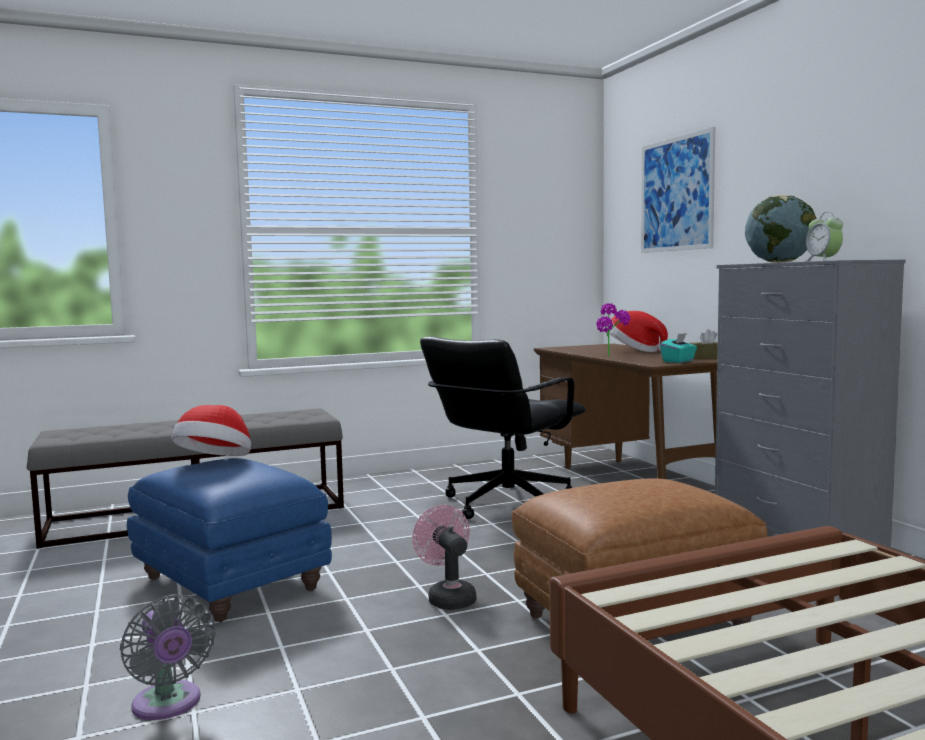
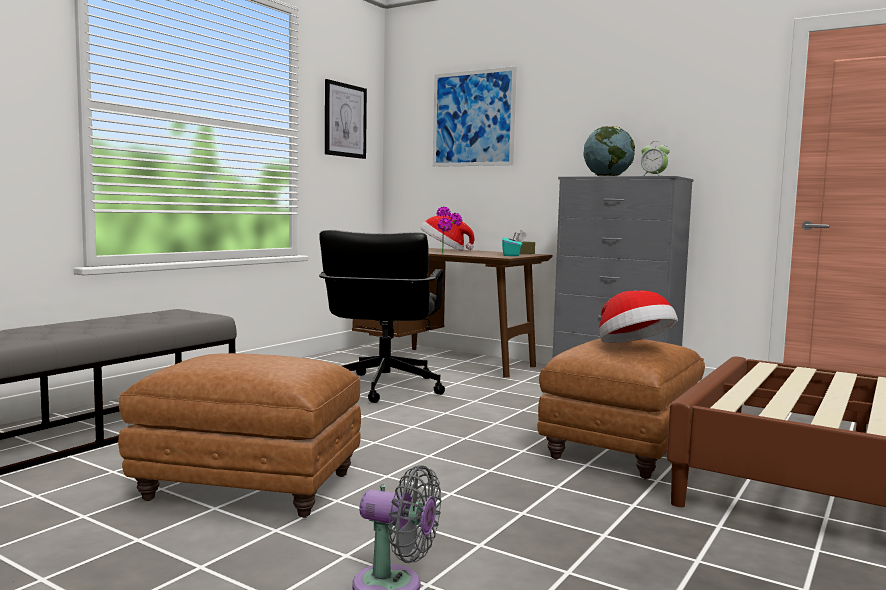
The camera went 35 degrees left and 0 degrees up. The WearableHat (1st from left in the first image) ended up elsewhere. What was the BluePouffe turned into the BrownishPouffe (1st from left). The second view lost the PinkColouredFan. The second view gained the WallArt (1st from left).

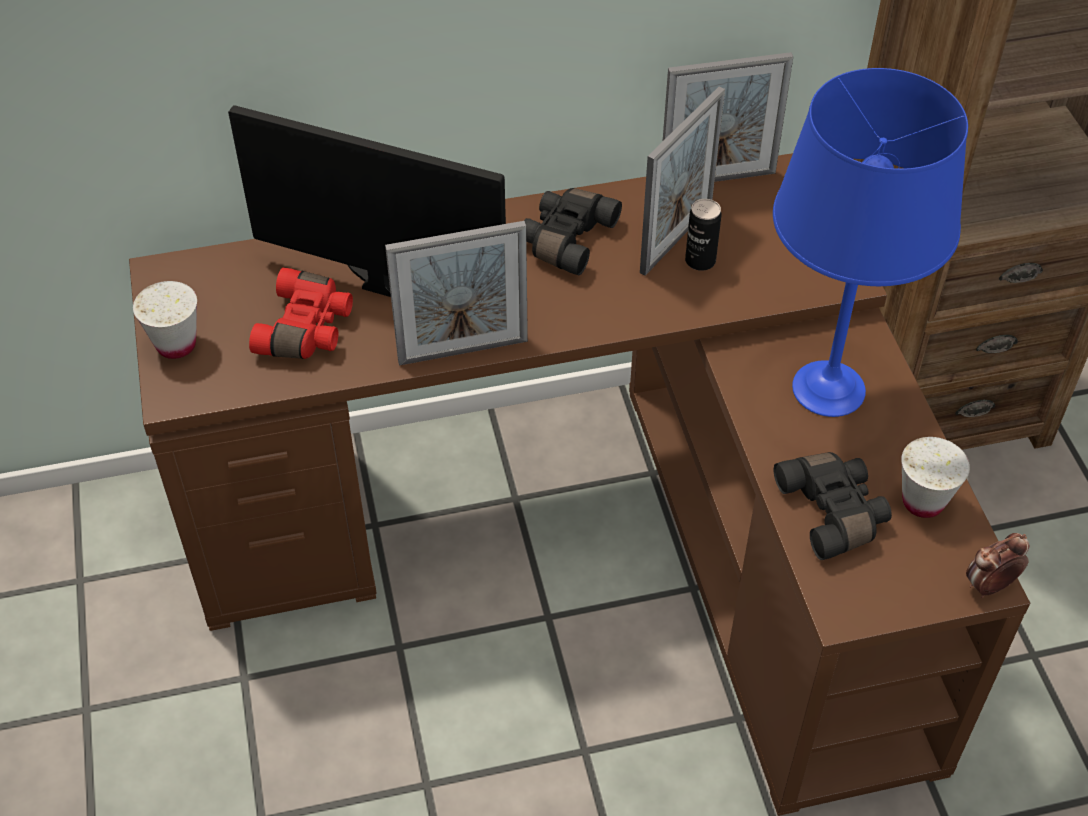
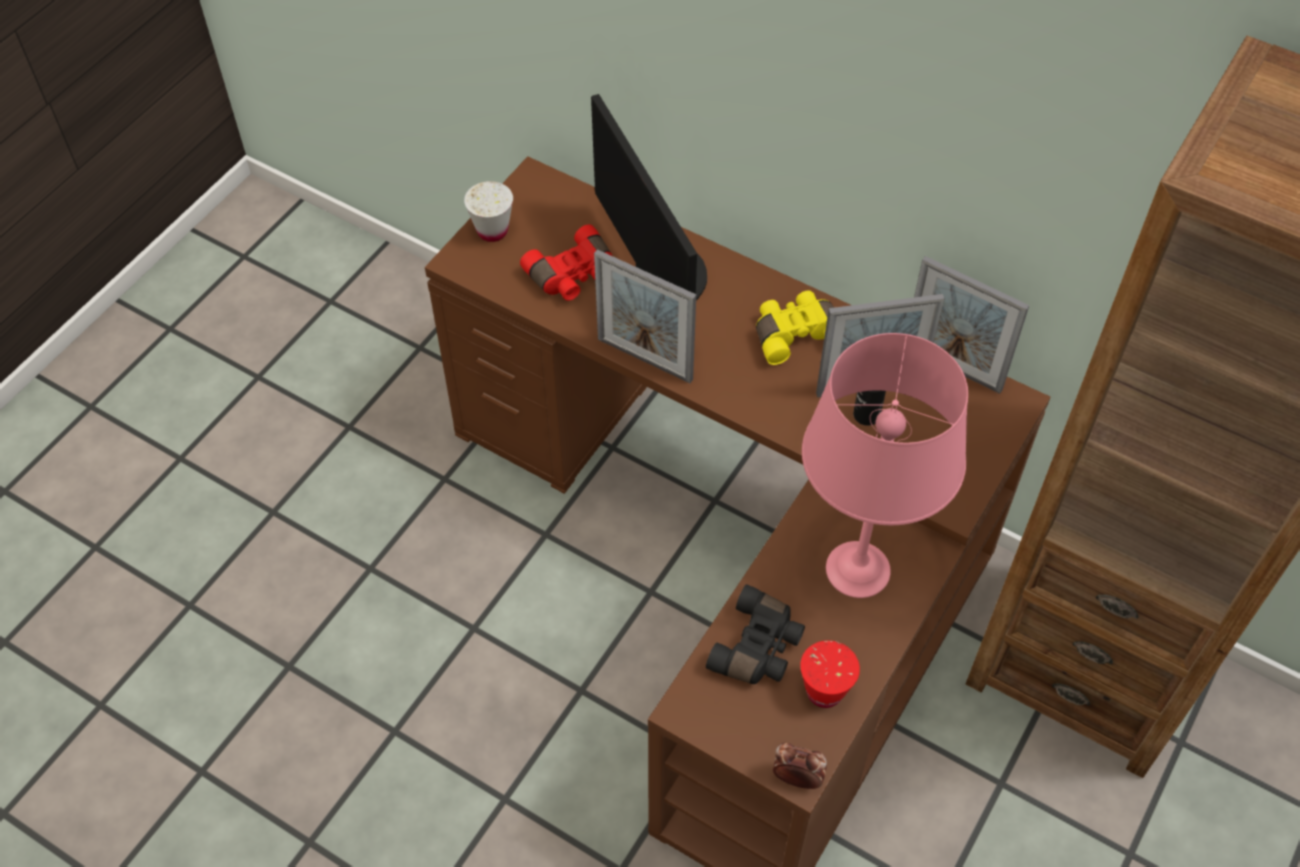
The camera went 45 degrees right and 5 degrees up. What was the BlueLampForATable turned into the PinkColouredLampForATable. What was the BlackishPairOfBinoculars (1st from left) turned into the YellowColouredPairOfBinoculars. What was the WhitishSmallCup (2nd from left) turned into the RedColouredSmallCup.

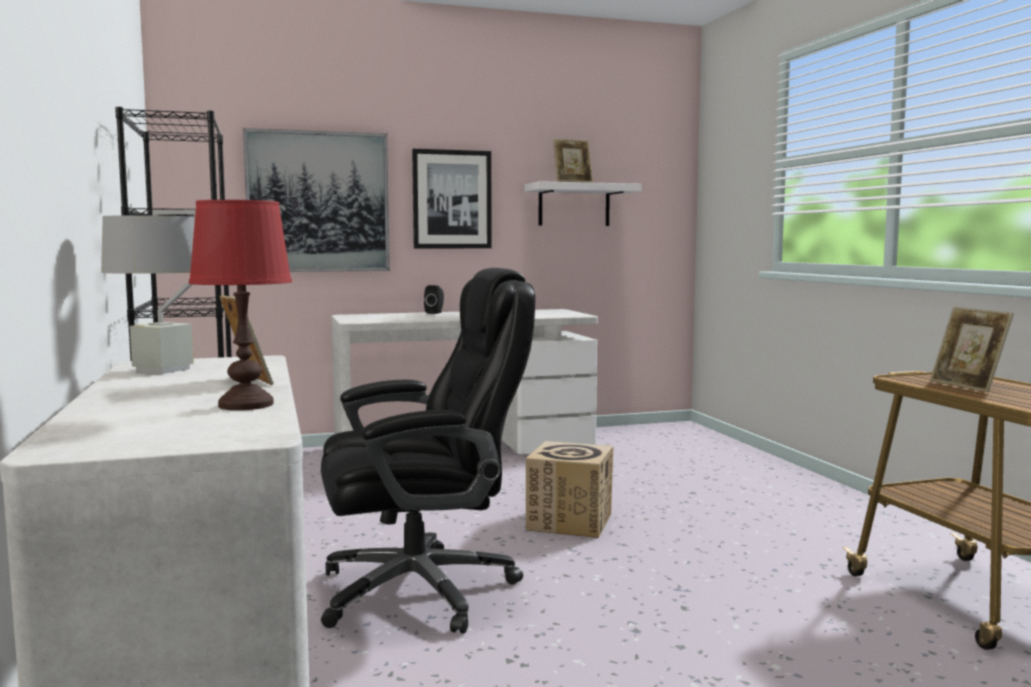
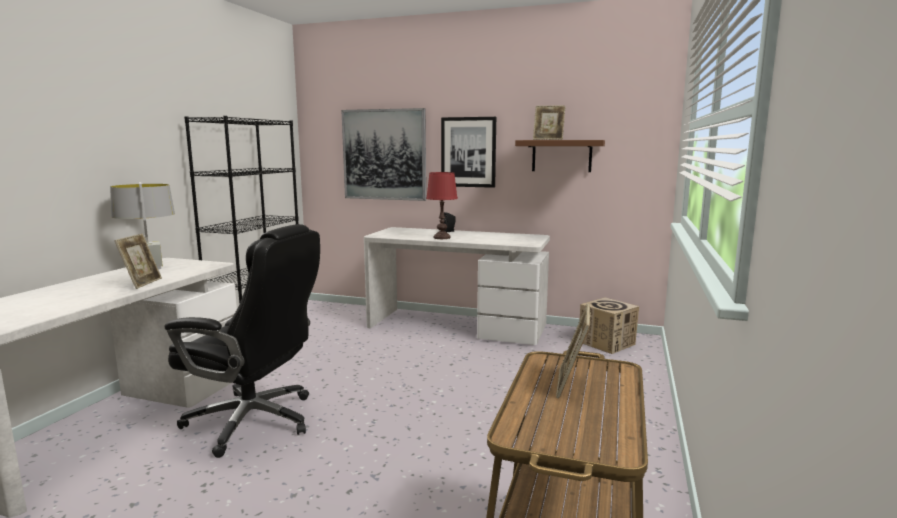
The camera went 35 degrees right and 5 degrees up. What was the WhitishShelf turned into the BrownishShelf. The RedColouredLampForATable ended up elsewhere. The PackingBox ended up elsewhere.

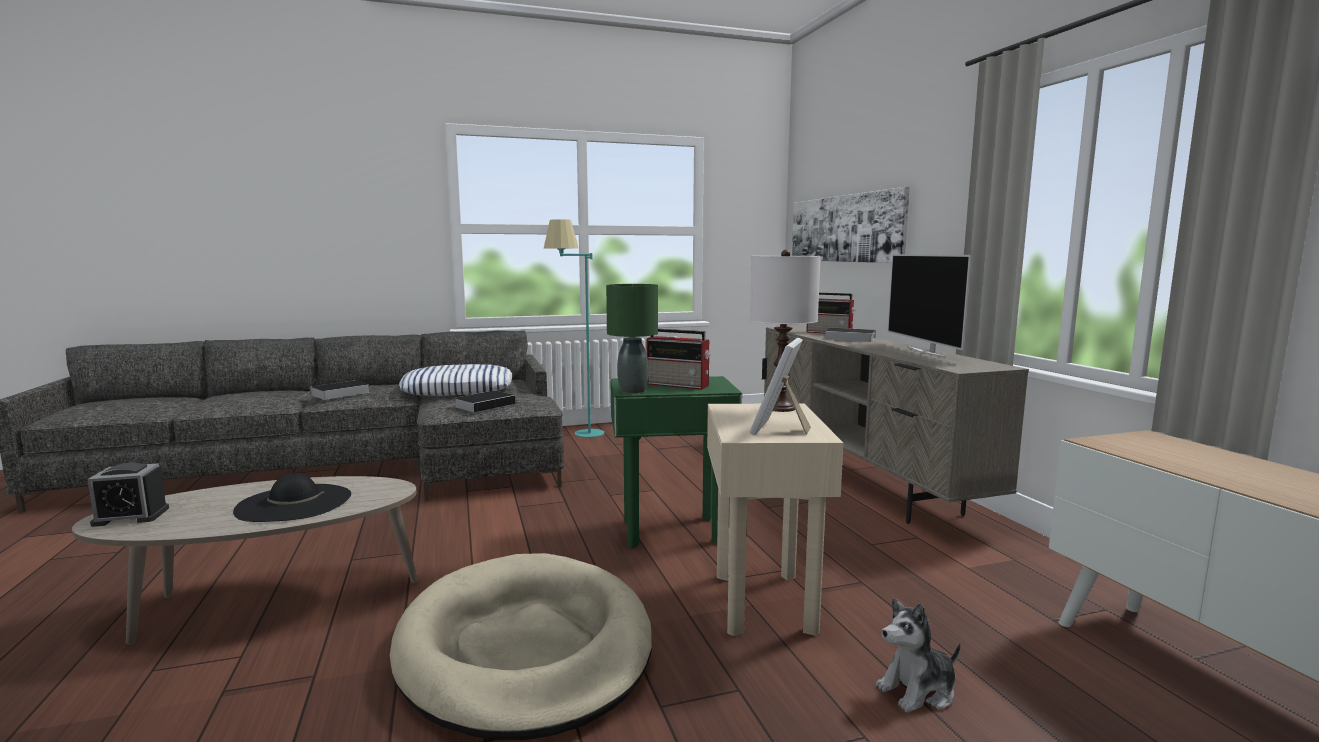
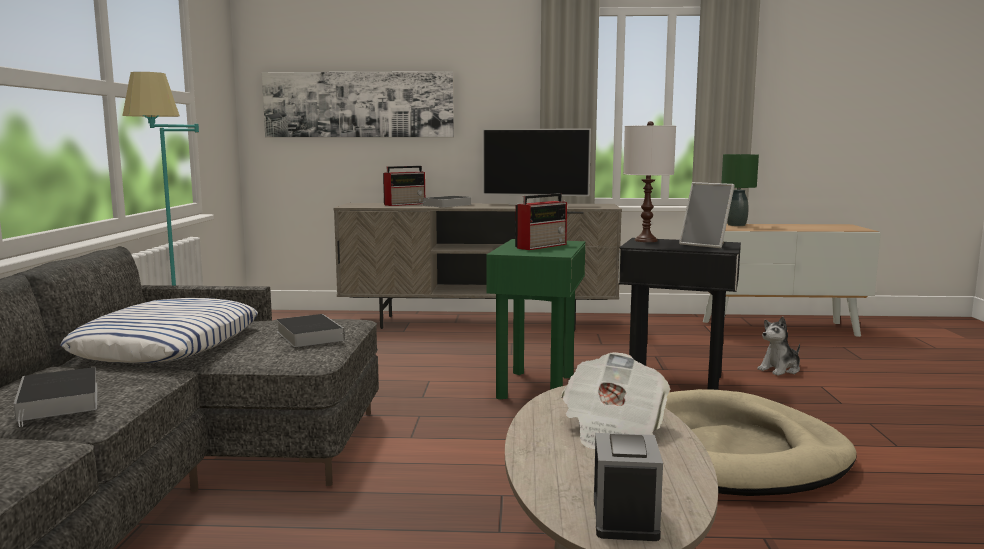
The camera went 70 degrees left and 0 degrees up. The GreenLampForATable ended up elsewhere. What was the SandColouredAccentTable turned into the BlackishAccentTable. Where the BlackishWearableHat stood, the PrintedPaper came to stand. The PlushToy ended up facing another way, 60 degrees clockwise from before.

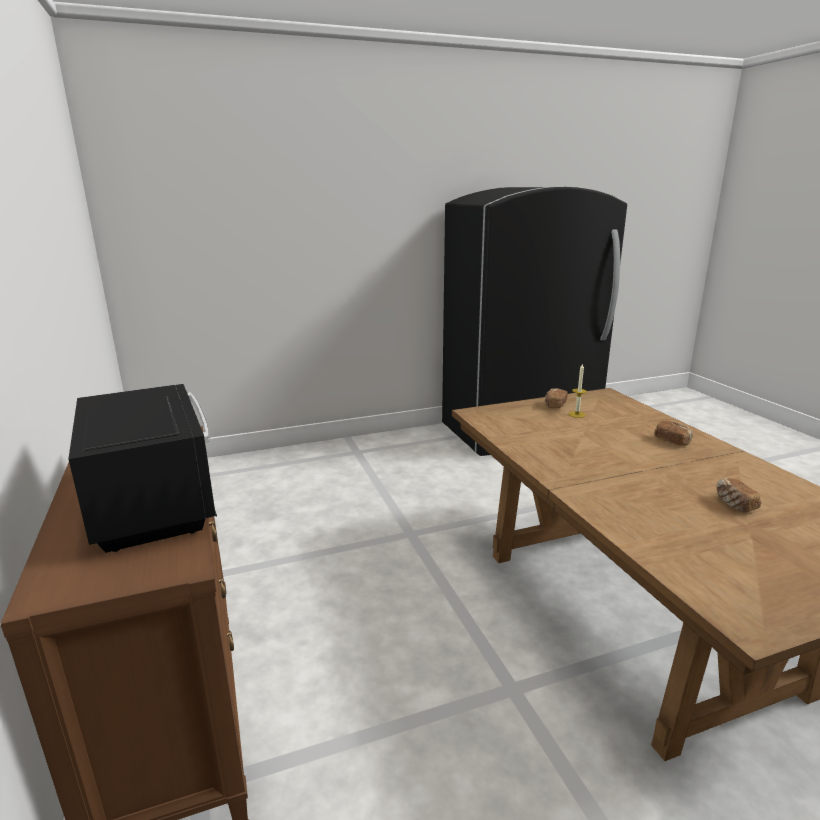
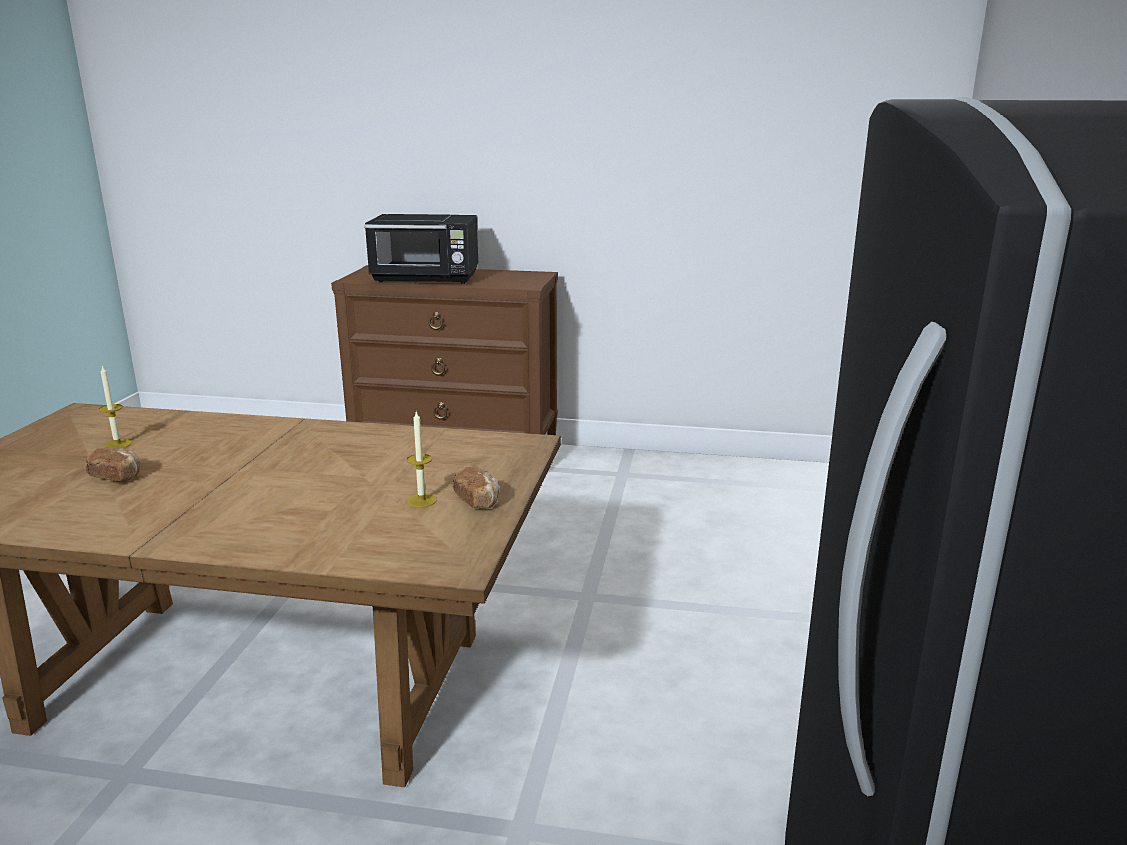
The camera went 120 degrees right and 0 degrees up. The second view lost the BakedBread (2nd from left). The second view gained the WaxLight (1st from left).

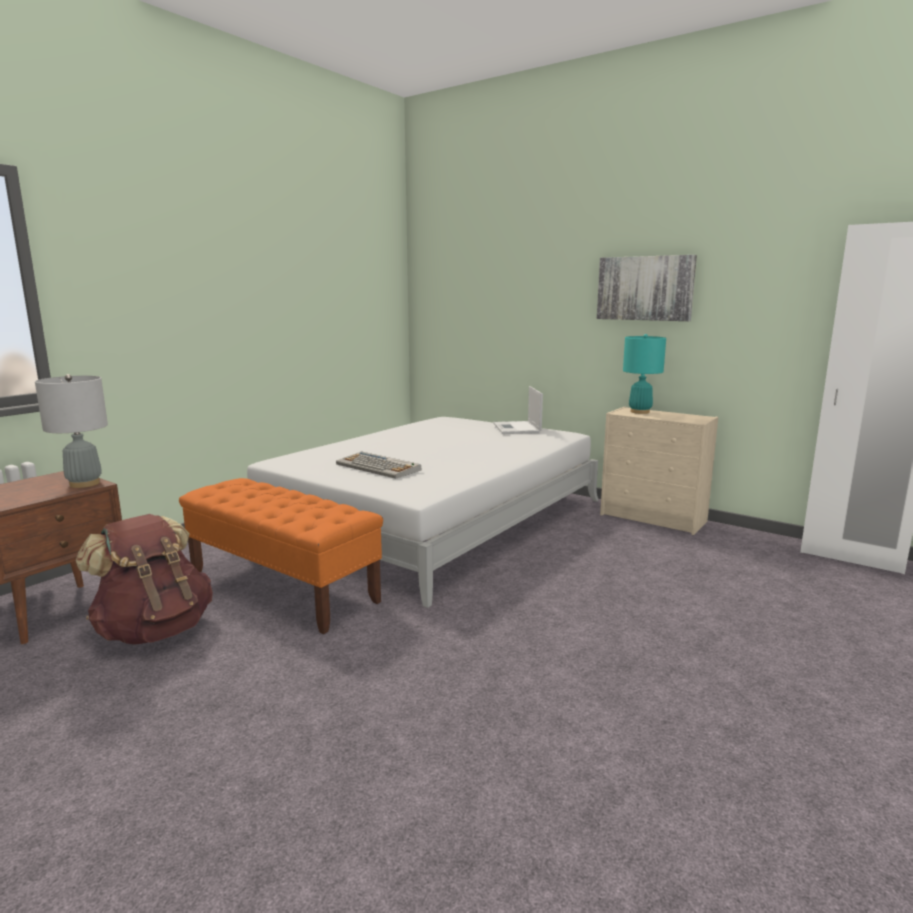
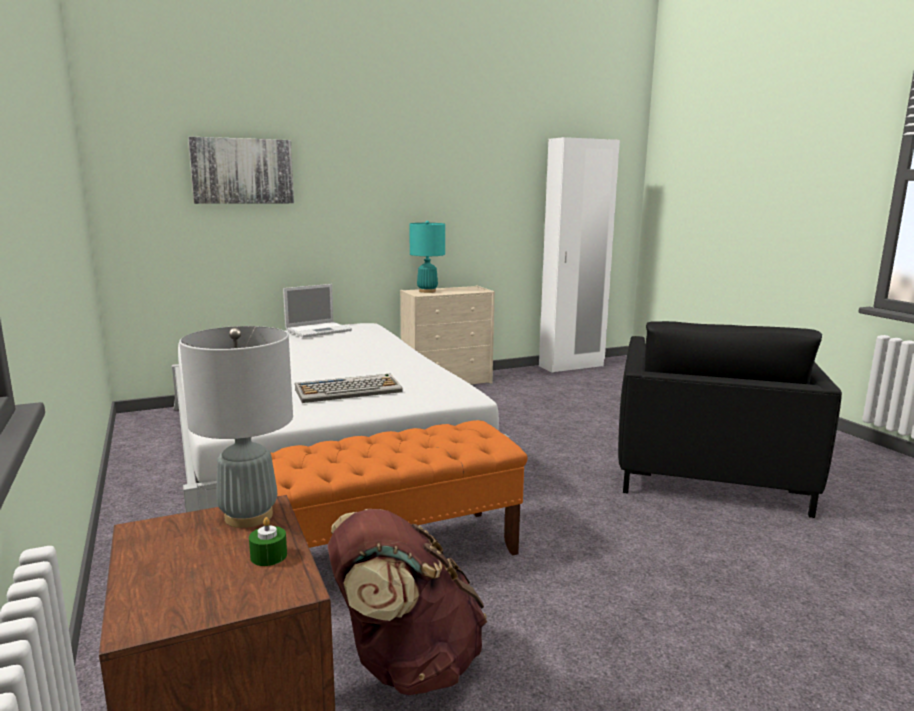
The camera went 60 degrees left and 0 degrees up. The WallArt ended up elsewhere. The NotebookComputer ended up facing another way, 60 degrees counterclockwise from before. The second view gained the BlackishEasyChair. The second view gained the GreenWaxLight.

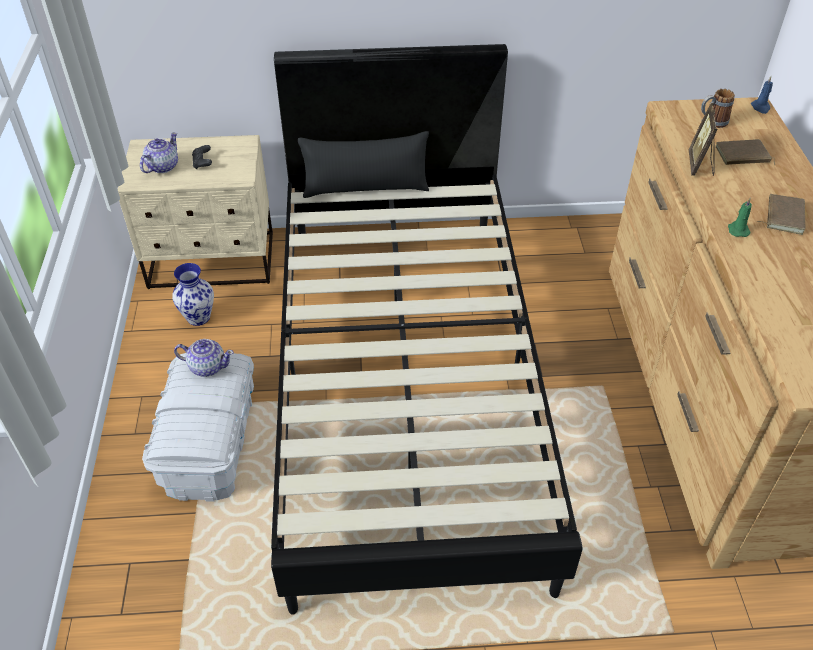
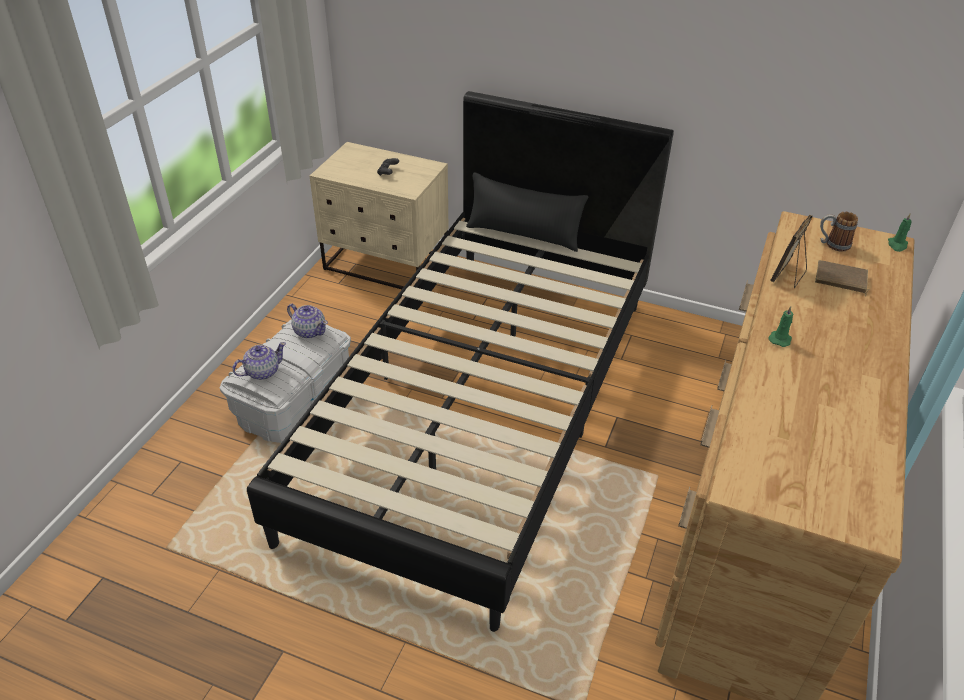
The camera went 25 degrees right and 5 degrees down. What was the BlueWaxLight turned into the GreenWaxLight (2nd from left). The TeaPot (1st from left) ended up elsewhere. The second view lost the BrownishBook (2nd from left). The second view lost the DecorativeVase.

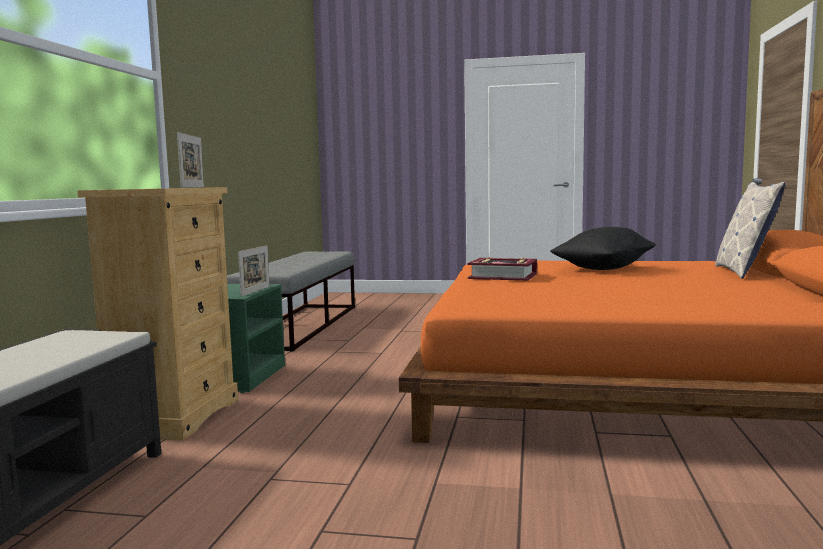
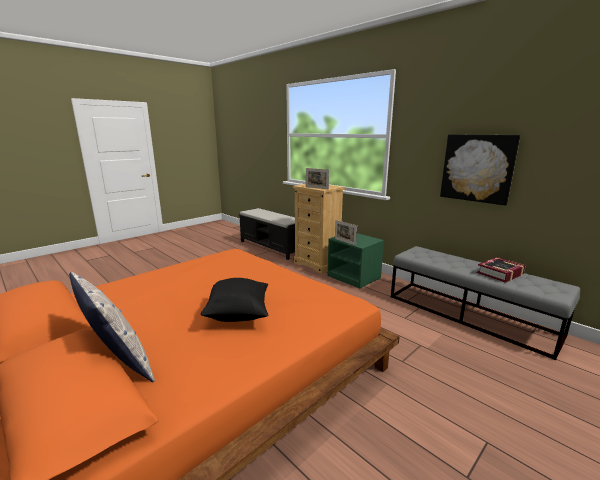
The camera went 125 degrees right and 10 degrees up. The Book ended up elsewhere. The second view gained the WallArt.

